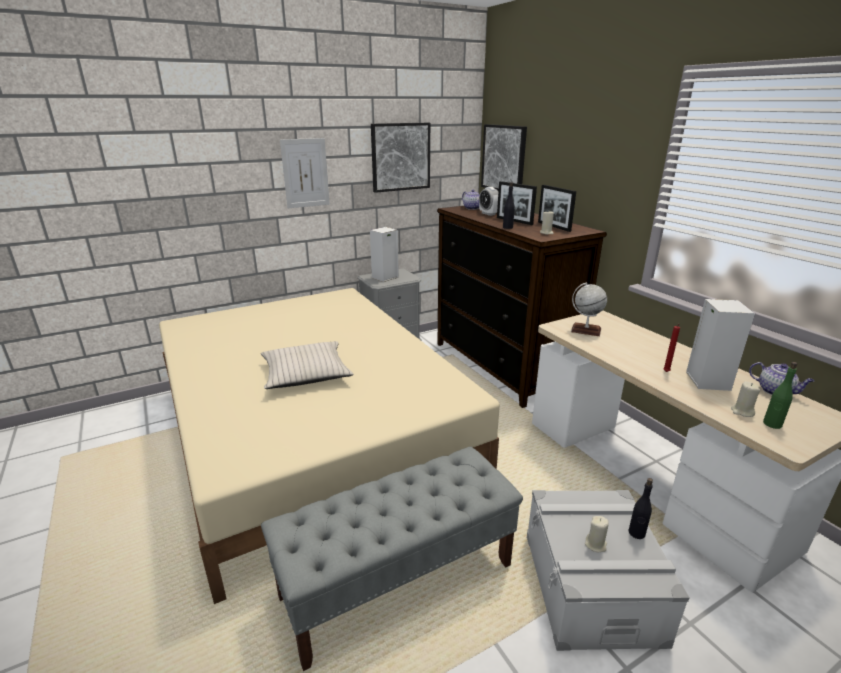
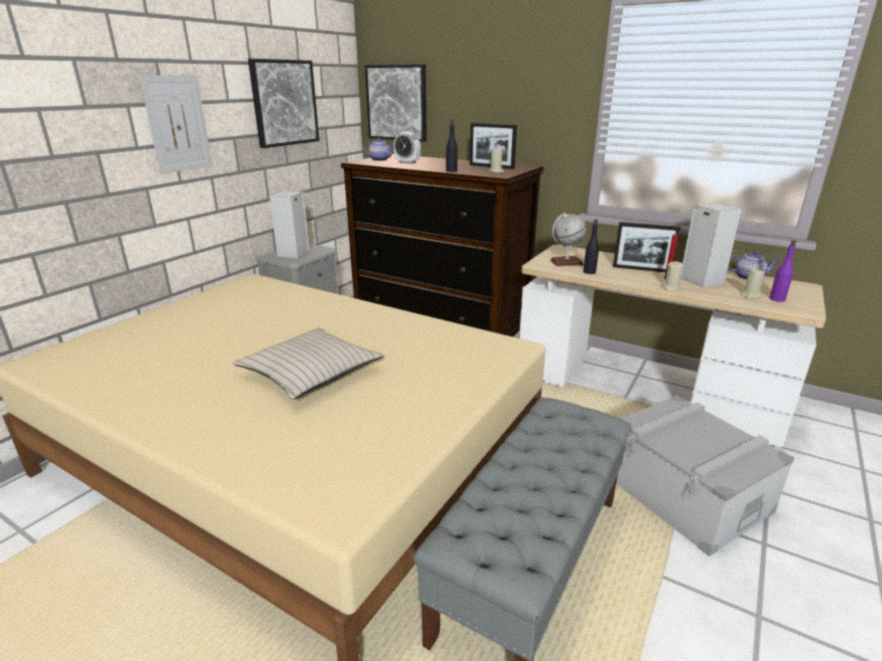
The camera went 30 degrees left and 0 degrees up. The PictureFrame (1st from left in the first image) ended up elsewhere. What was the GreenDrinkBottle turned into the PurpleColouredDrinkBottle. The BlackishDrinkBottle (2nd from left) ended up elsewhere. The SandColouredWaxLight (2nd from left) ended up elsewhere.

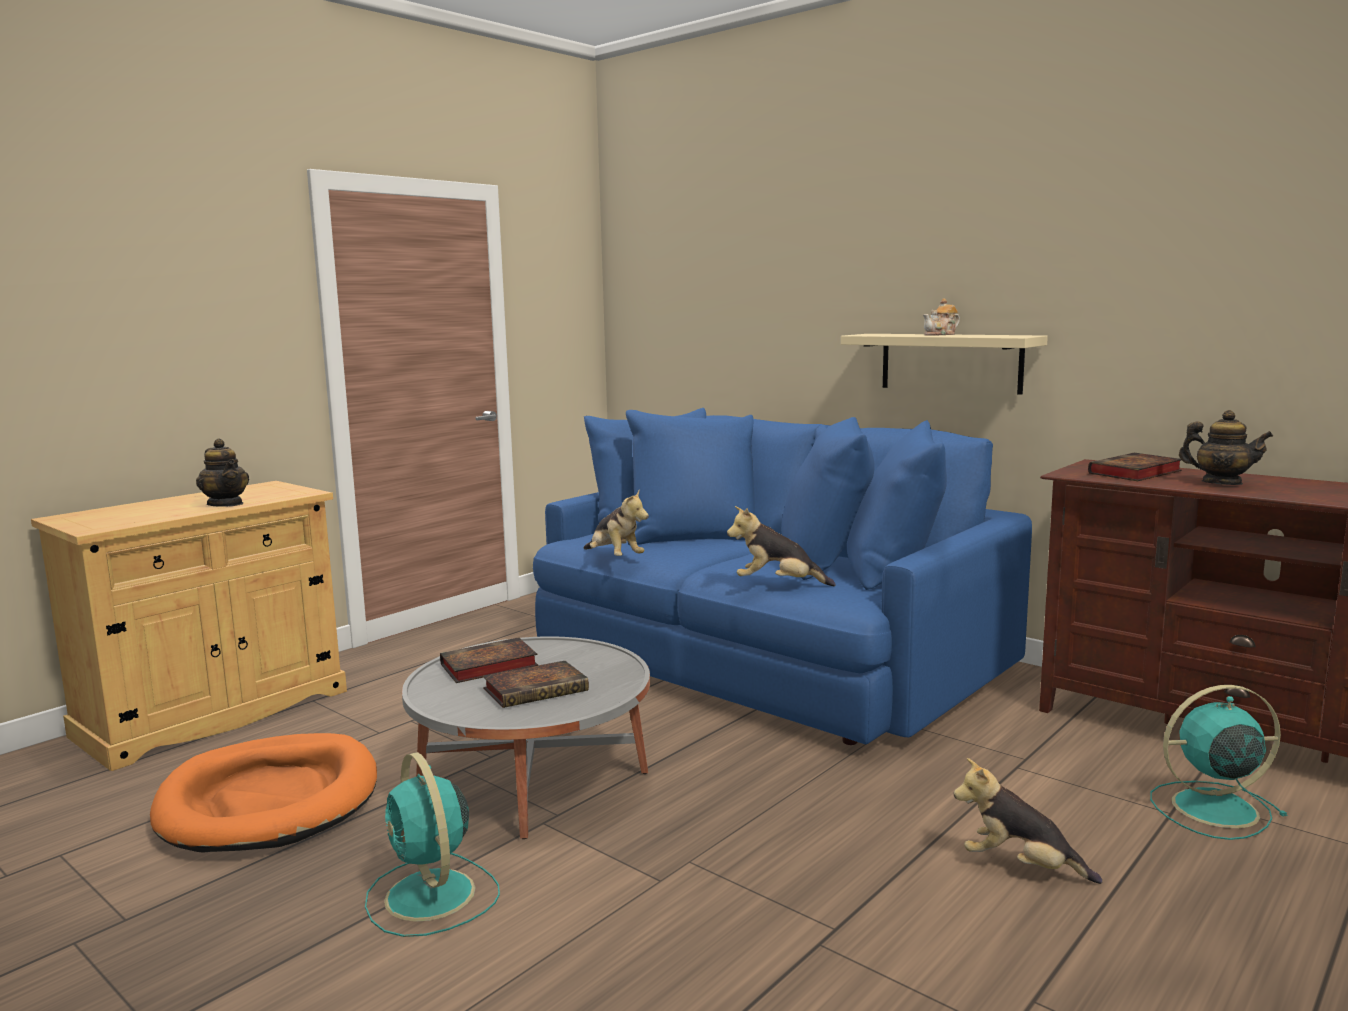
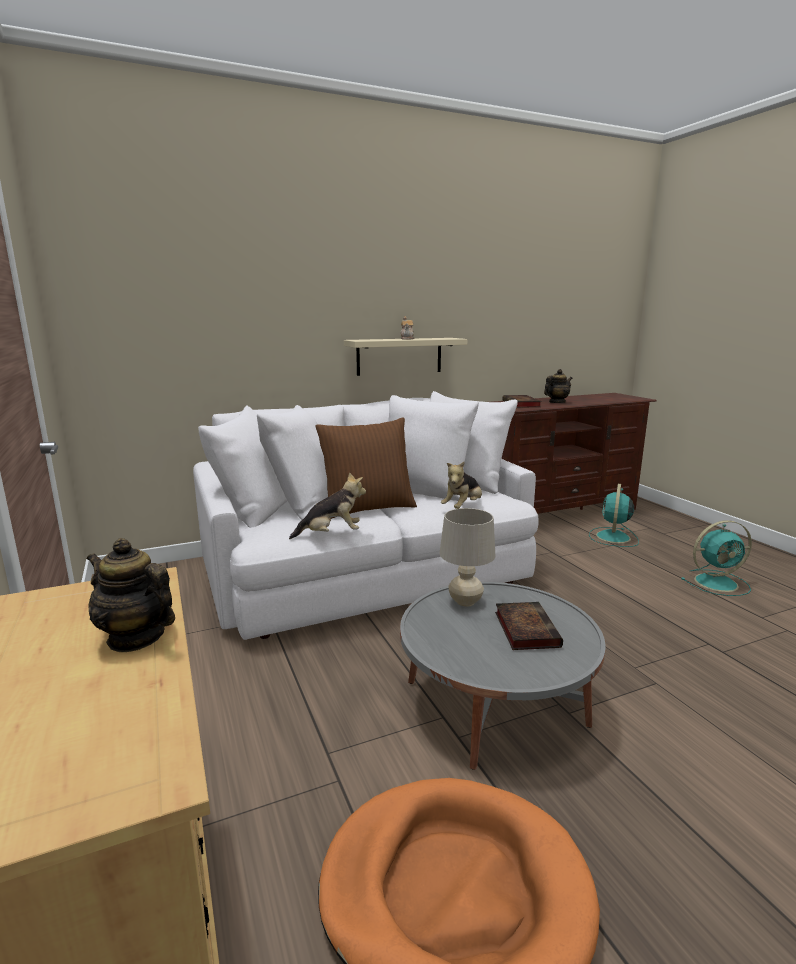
The camera went 65 degrees left and 5 degrees up. What was the BlueSettee turned into the WhitishSettee. The TeaPot (1st from left) ended up facing another way, 135 degrees counterclockwise from before. The second view lost the Book (1st from left). The TurquoiseFan (1st from left in the first image) ended up elsewhere. The second view lost the PlushToy (3rd from left). The second view gained the BrownishThrowPillow. The second view gained the SandColouredLampForATable.

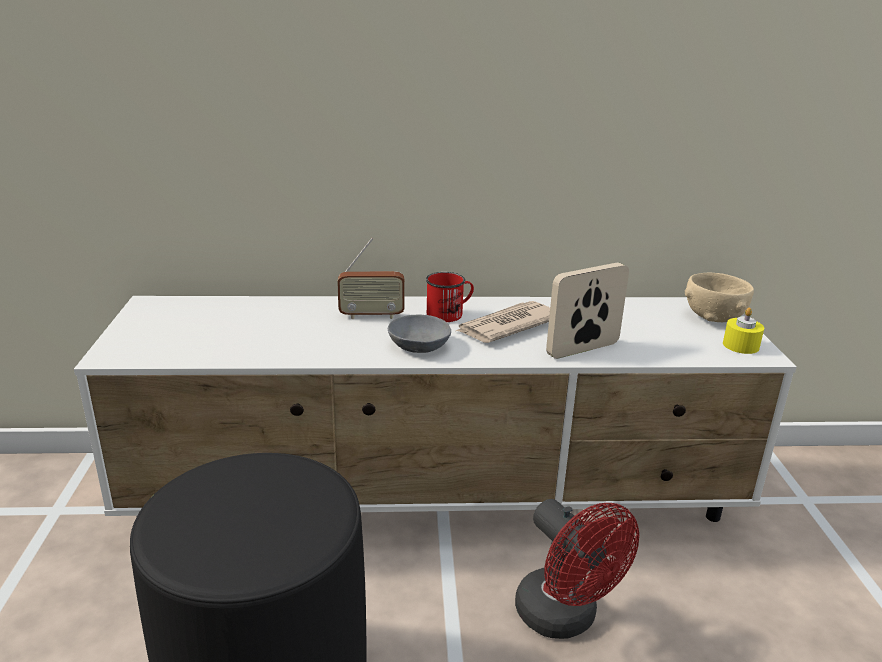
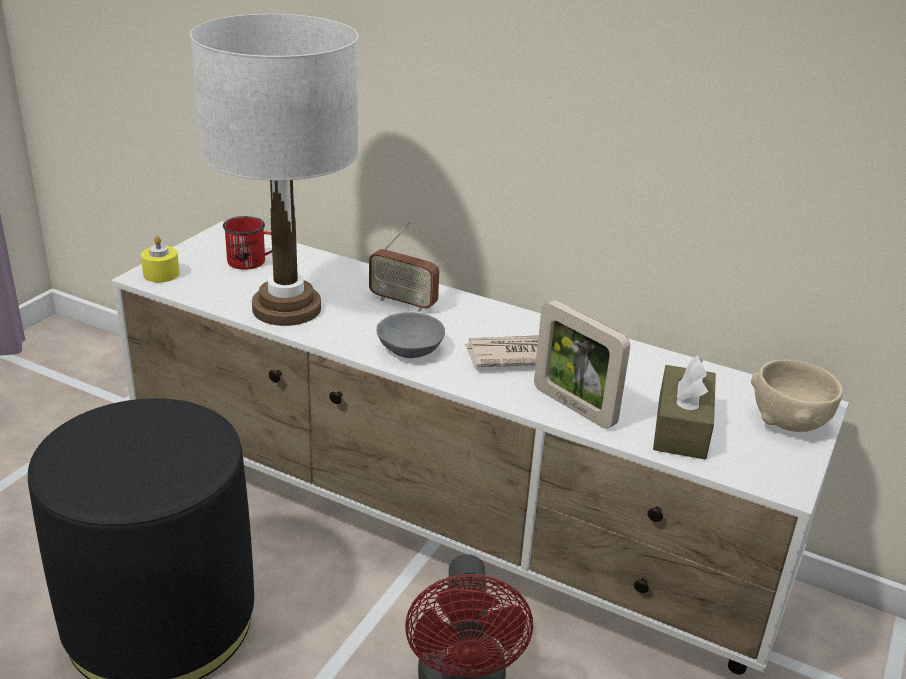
The camera went 30 degrees right and 5 degrees up. The PictureFrame ended up facing another way, 135 degrees counterclockwise from before. The RedColouredTeaMug ended up elsewhere. The YellowColouredWaxLight ended up elsewhere. The second view gained the WhitishLampForATable. The second view gained the BrownishBoxOfTissues.

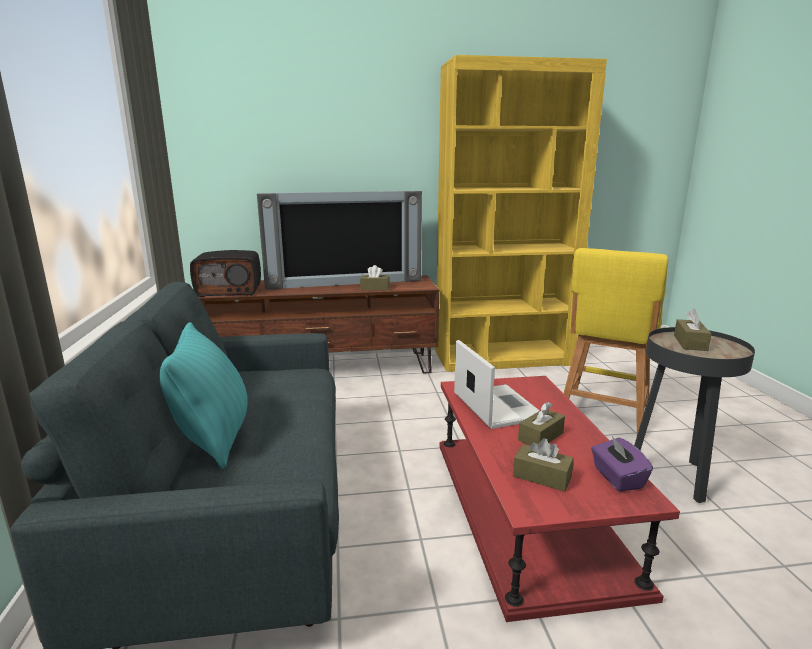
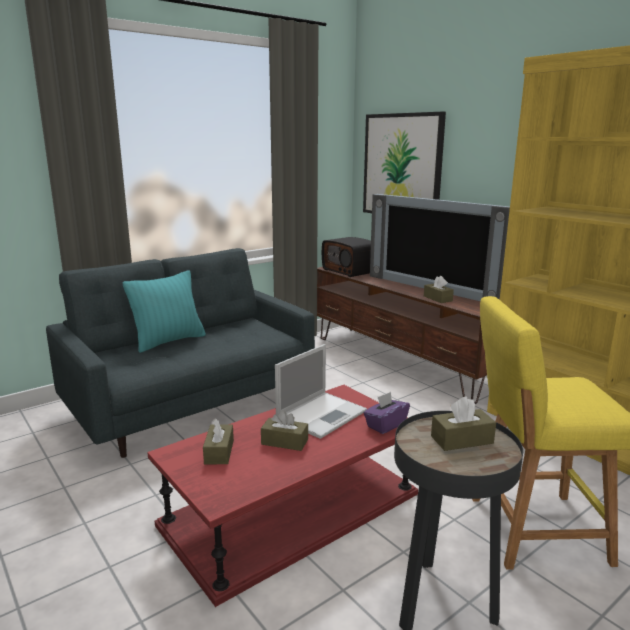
The camera went 60 degrees right and 0 degrees up. The PurpleColouredBoxOfTissues ended up elsewhere. The second view gained the WallArt.

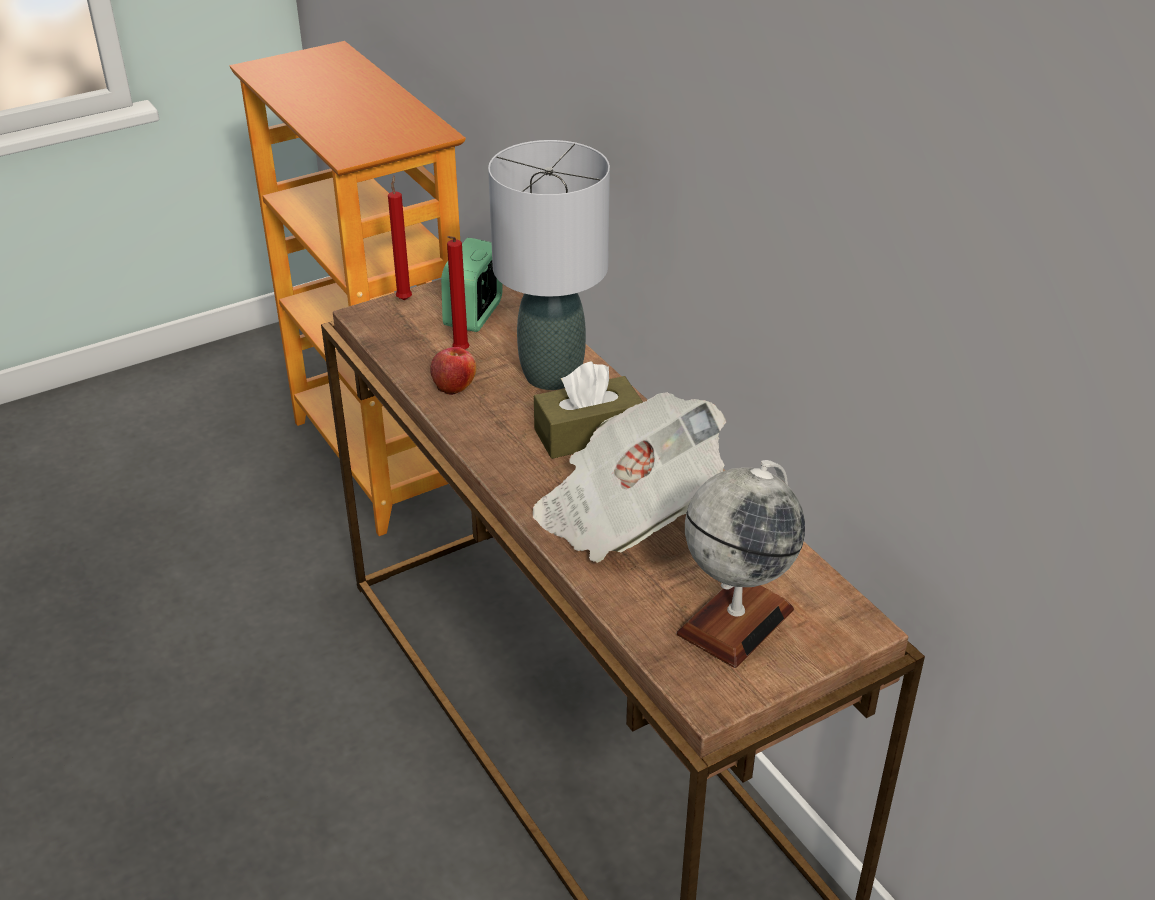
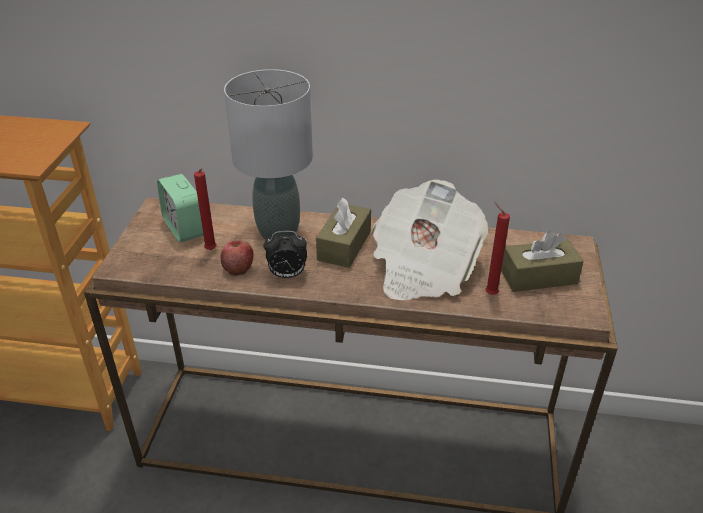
The camera went 50 degrees left and 0 degrees up. The RedColouredWaxLight (1st from left in the first image) ended up elsewhere. Where the DeskGlobe stood, the BrownishBoxOfTissues (2nd from left) came to stand. The second view gained the BedsideClock (2nd from left).

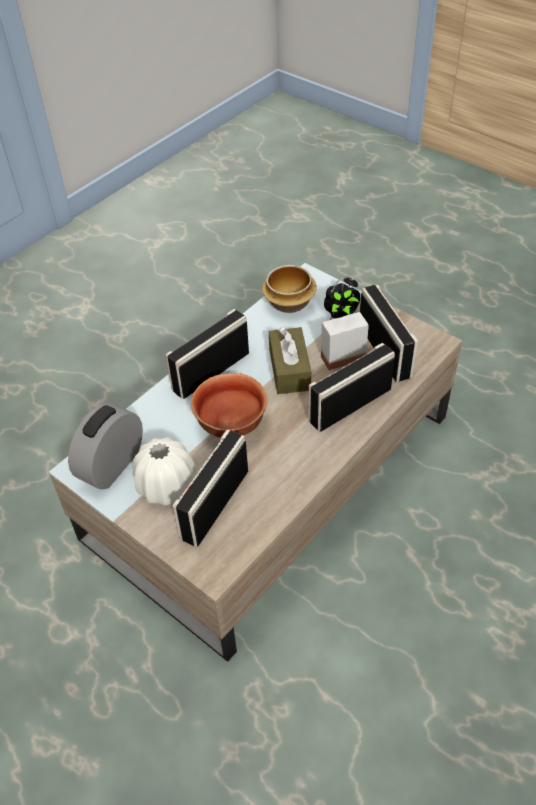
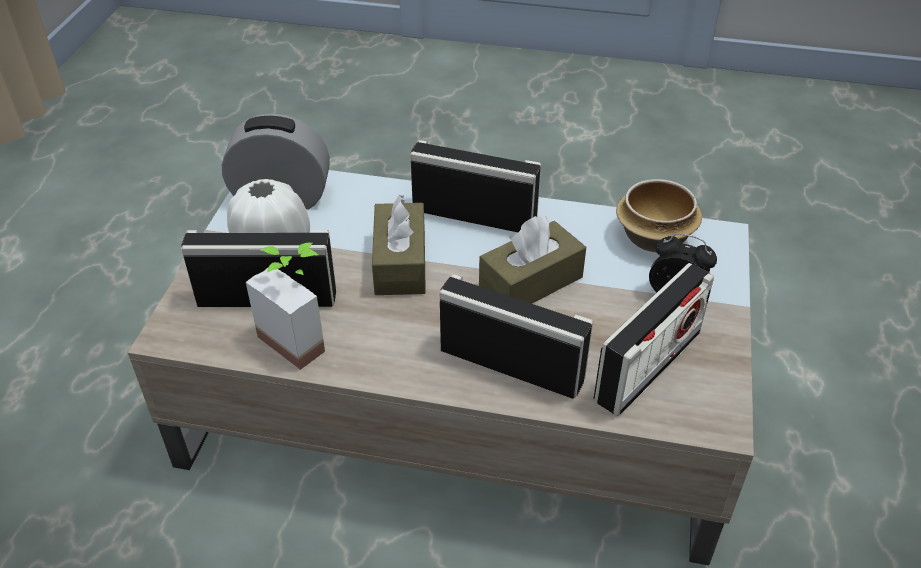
The camera went 60 degrees right and 5 degrees down. The PottedPlant ended up elsewhere. Where the Bowl (1st from left) stood, the BrownishBoxOfTissues (1st from left) came to stand.

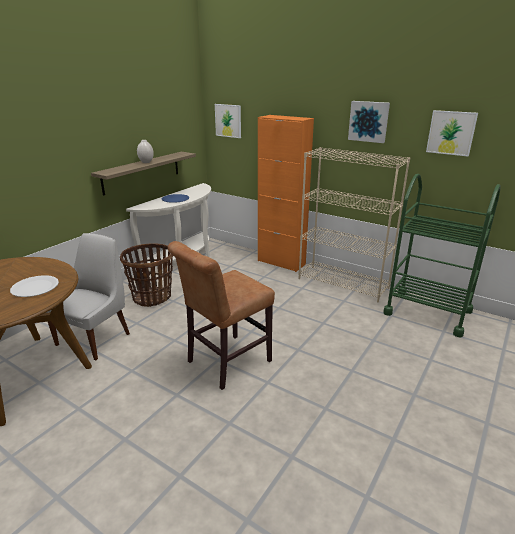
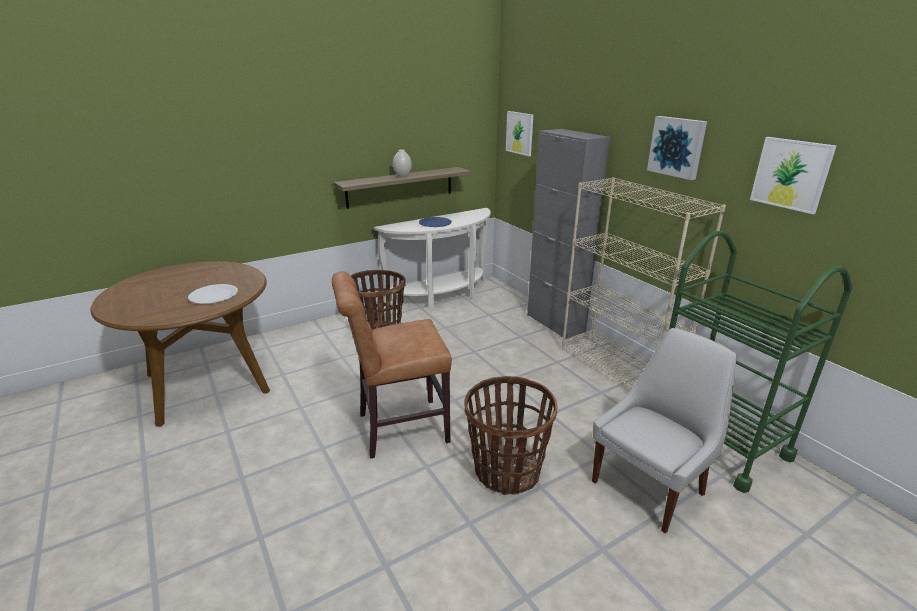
The camera went 25 degrees right and 0 degrees up. What was the OrangeColouredCabinet turned into the GrayCabinet. The WhitishChair ended up elsewhere. The second view gained the StorageBasket (2nd from left).

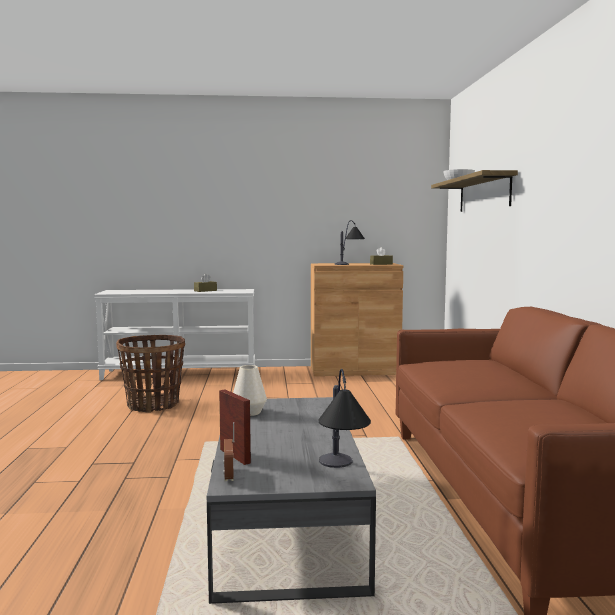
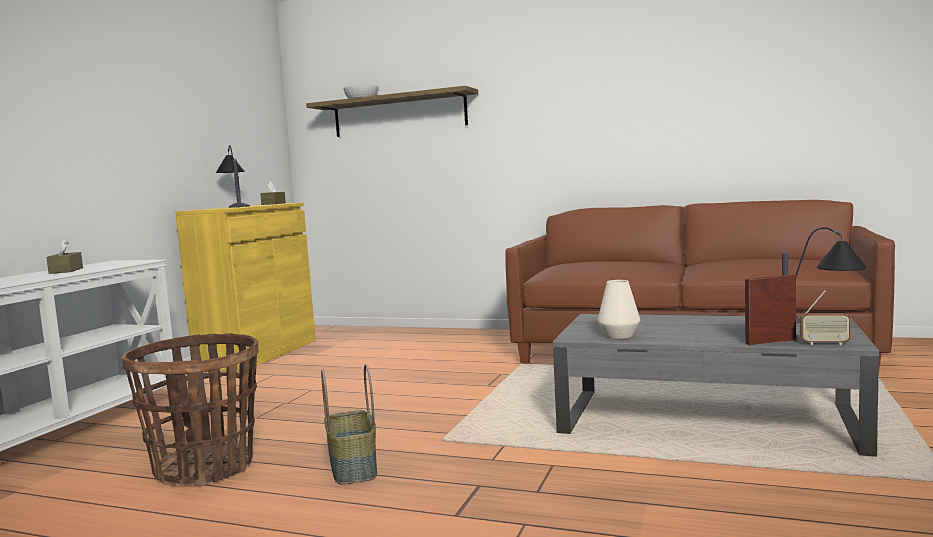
The camera went 65 degrees left and 0 degrees up. What was the BrownishCabinet turned into the YellowColouredCabinet. The second view gained the StorageBasket (2nd from left).

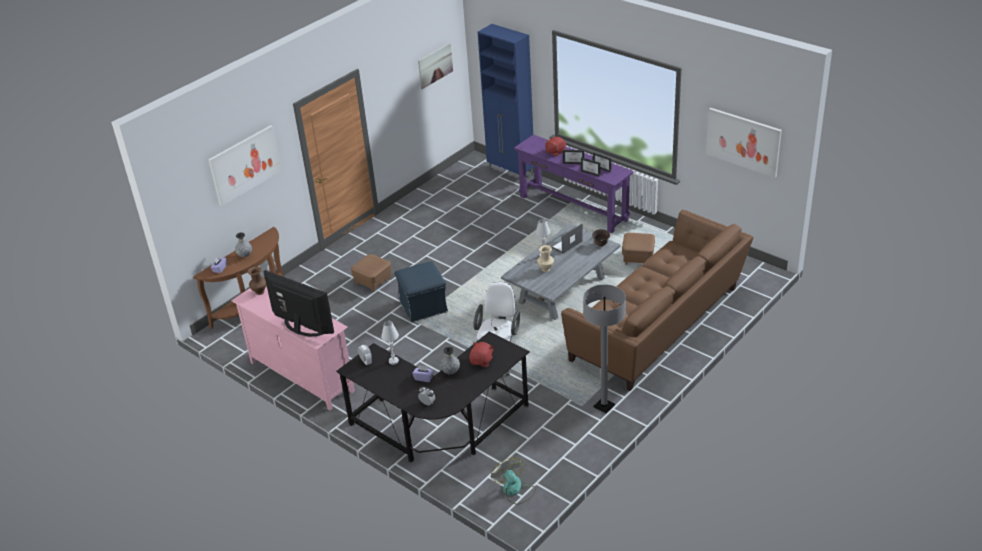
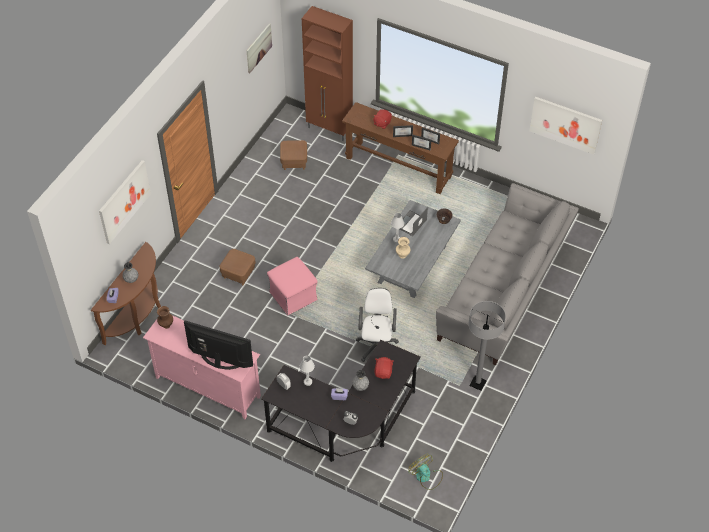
The camera went 15 degrees left and 15 degrees up. What was the BlueCabinet turned into the BrownishCabinet. What was the PurpleColouredNarrowTable turned into the BrownishNarrowTable (2nd from left). What was the BrownishSettee turned into the GraySettee. The BrownishPouffe (2nd from left) ended up elsewhere. What was the BluePouffe turned into the PinkColouredPouffe.

